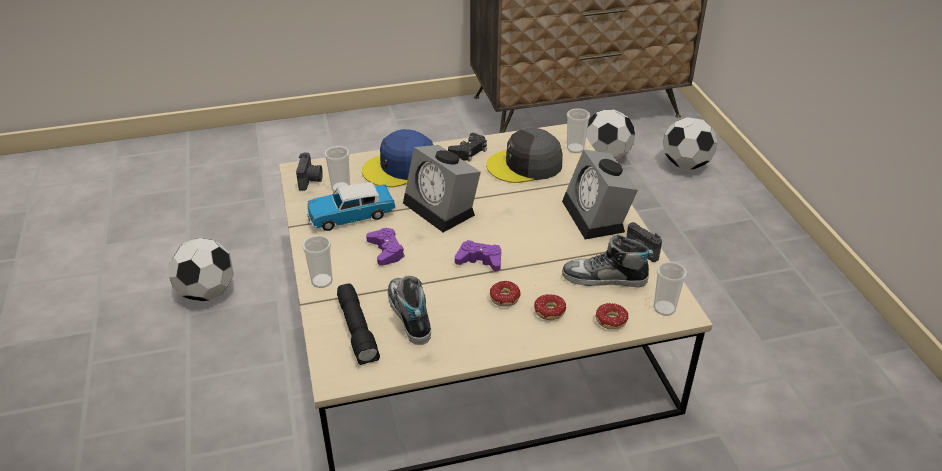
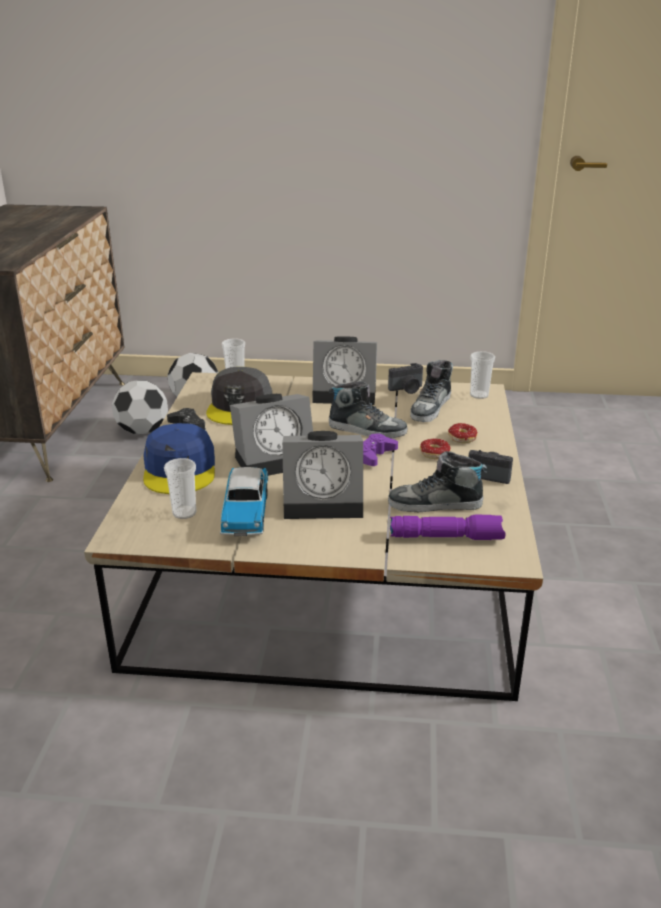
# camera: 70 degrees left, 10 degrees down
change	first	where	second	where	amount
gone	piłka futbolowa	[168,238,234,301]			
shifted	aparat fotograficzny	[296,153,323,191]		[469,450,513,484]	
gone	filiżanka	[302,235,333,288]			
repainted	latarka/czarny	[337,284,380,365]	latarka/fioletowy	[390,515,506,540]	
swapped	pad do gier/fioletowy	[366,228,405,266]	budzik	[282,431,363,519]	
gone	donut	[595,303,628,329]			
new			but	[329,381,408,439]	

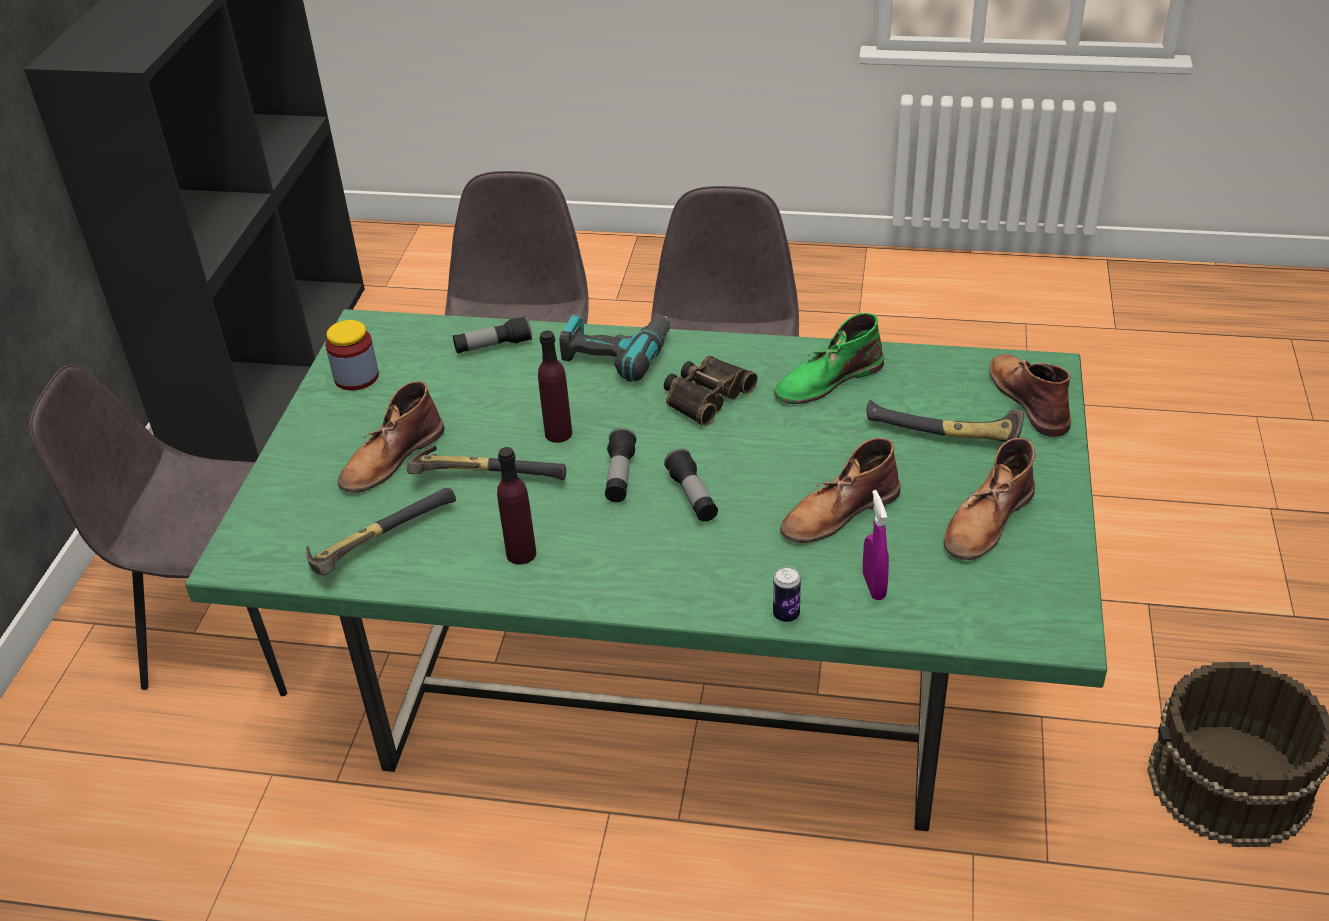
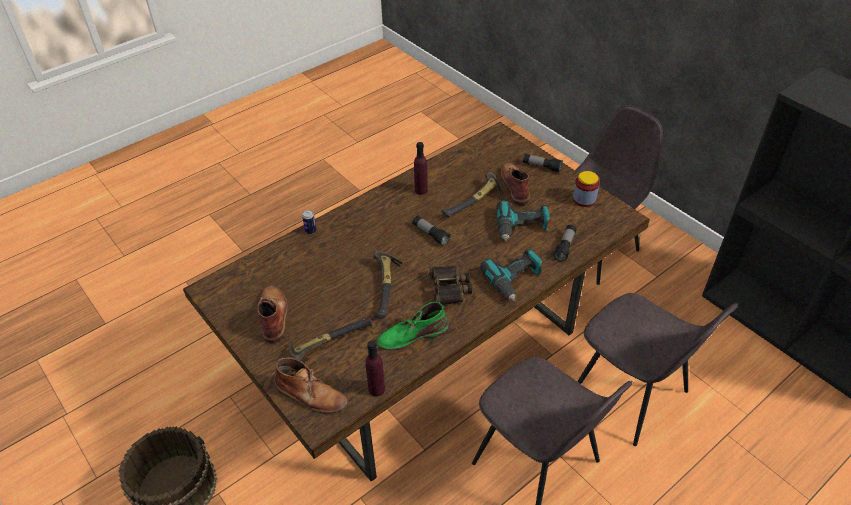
# camera: 130 degrees right, 5 degrees up
change	first	where	second	where	amount
repainted	stół jadalny/zielony	[185,309,1107,831]	stół jadalny/brązowy	[183,122,650,482]	
shifted	młotek	[306,488,456,576]		[373,250,402,319]	
shifted	butelka/fioletowy	[538,331,572,443]		[365,340,385,397]	
shifted	latarka	[664,448,718,522]		[523,153,563,172]	
rotated	but z cholewką/zielony	[774,313,884,404]		[376,302,449,350]	120 degrees counterclockwise
gone	but z cholewką/brązowy	[780,438,901,543]			
gone	spryskiwacz/fioletowy	[863,490,889,600]			
new			wiertarka	[496,200,550,242]	

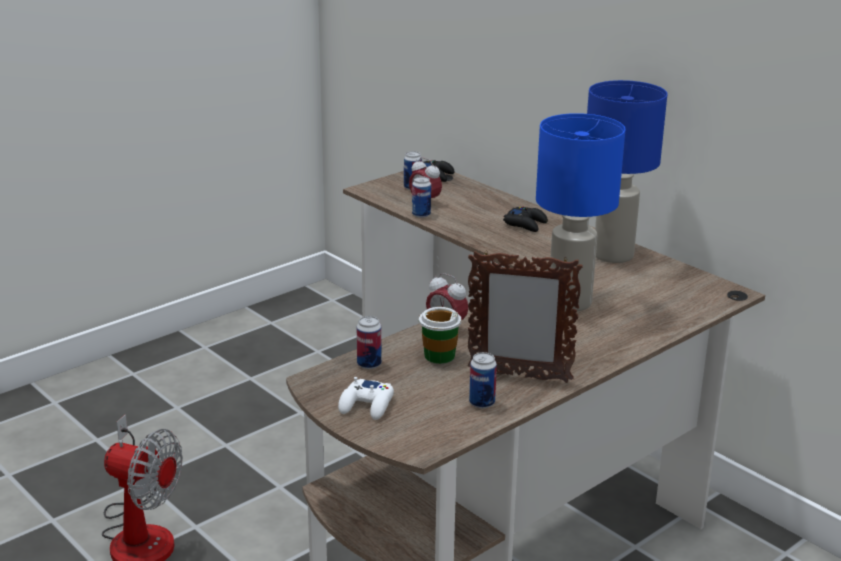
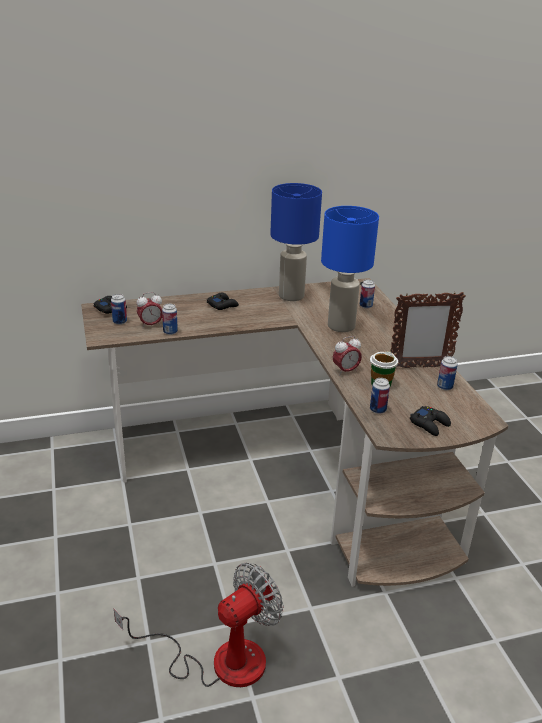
# camera: 65 degrees left, 5 degrees up
change	first	where	second	where	amount
repainted	pad do gier/biały	[338,377,394,420]	pad do gier/czarny	[410,406,451,436]	
rotated	ramka na zdjęcie	[468,250,583,383]		[390,292,466,368]	45 degrees clockwise
new			puszka	[360,280,375,309]	

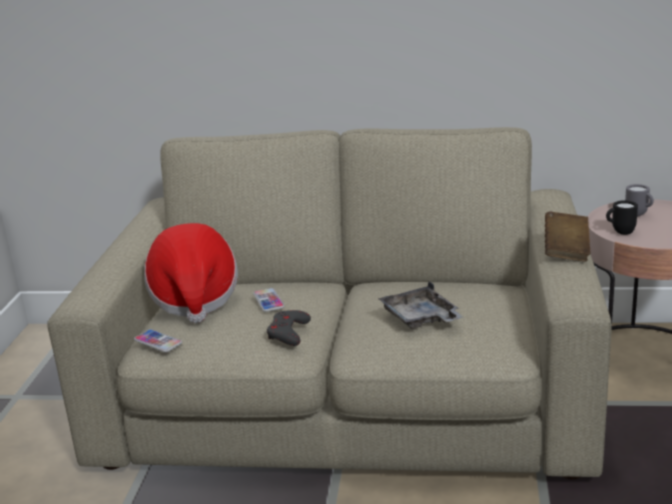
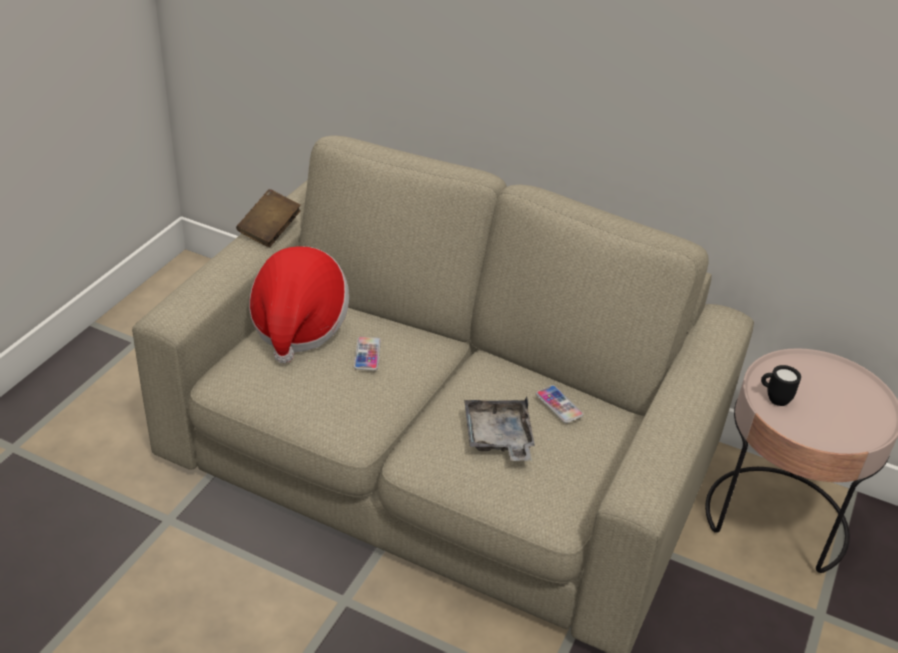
# camera: 15 degrees right, 15 degrees up
change	first	where	second	where	amount
shifted	telefon	[134,329,182,352]		[536,385,583,423]	
gone	pad do gier/szary	[267,310,311,346]			
shifted	książka/brązowy	[545,212,591,261]		[236,189,301,247]	
gone	kubek/szary	[625,184,654,217]			

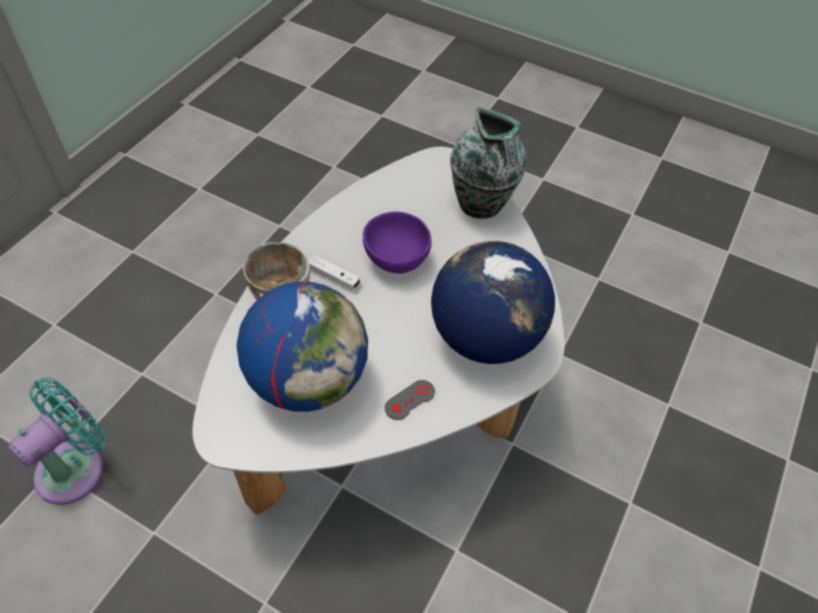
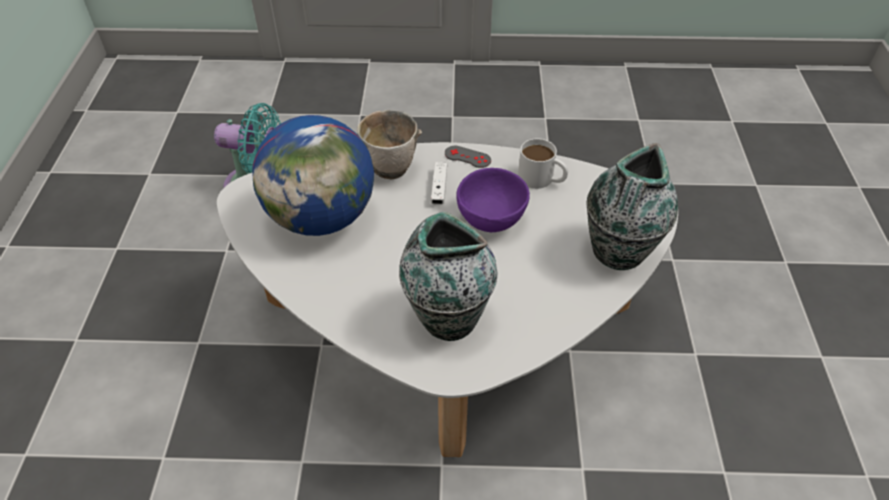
# camera: 65 degrees right, 5 degrees down
change	first	where	second	where	amount
shifted	pad do gier/szary	[385,380,435,420]		[445,146,491,168]	
swapped	globus	[431,241,555,364]	wazon	[399,212,498,341]	
new			kubek/biały	[518,139,568,189]	

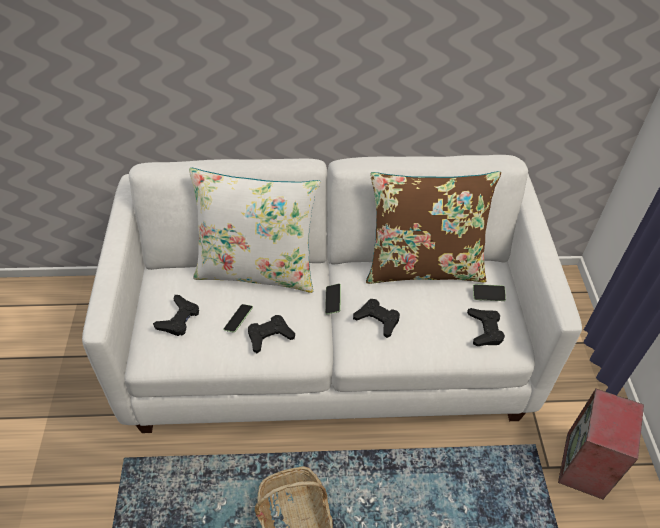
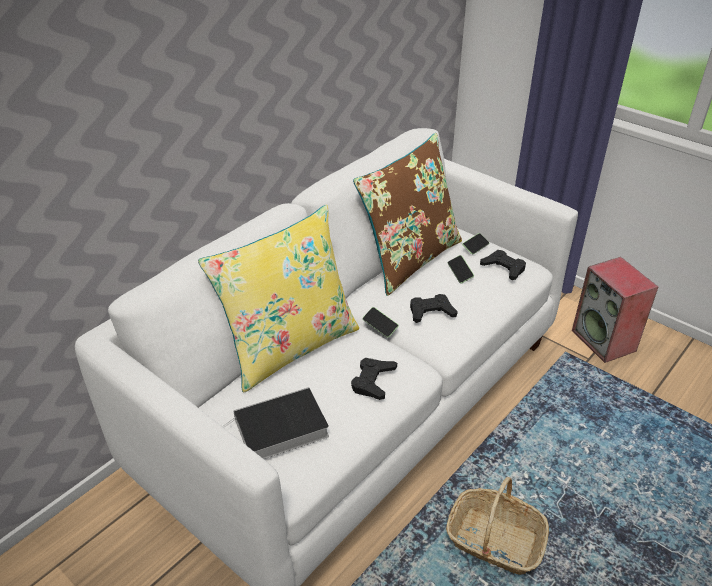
# camera: 45 degrees left, 10 degrees down
change	first	where	second	where	amount
swapped	pad do gier/czarny	[153,295,199,336]	książka	[222,387,329,459]	
repainted	poduszka/biały	[189,168,320,293]	poduszka/żółty	[198,205,359,392]	
shifted	telefon	[223,304,253,333]		[448,255,474,284]	

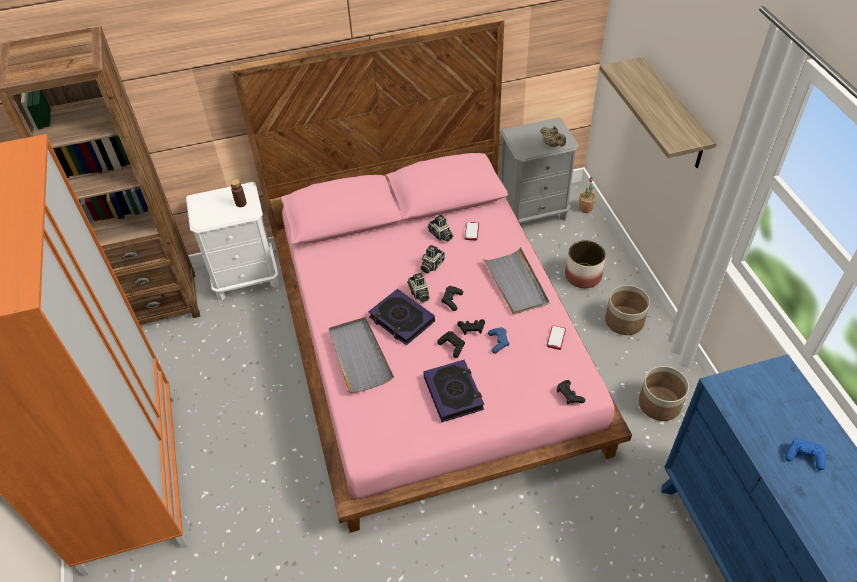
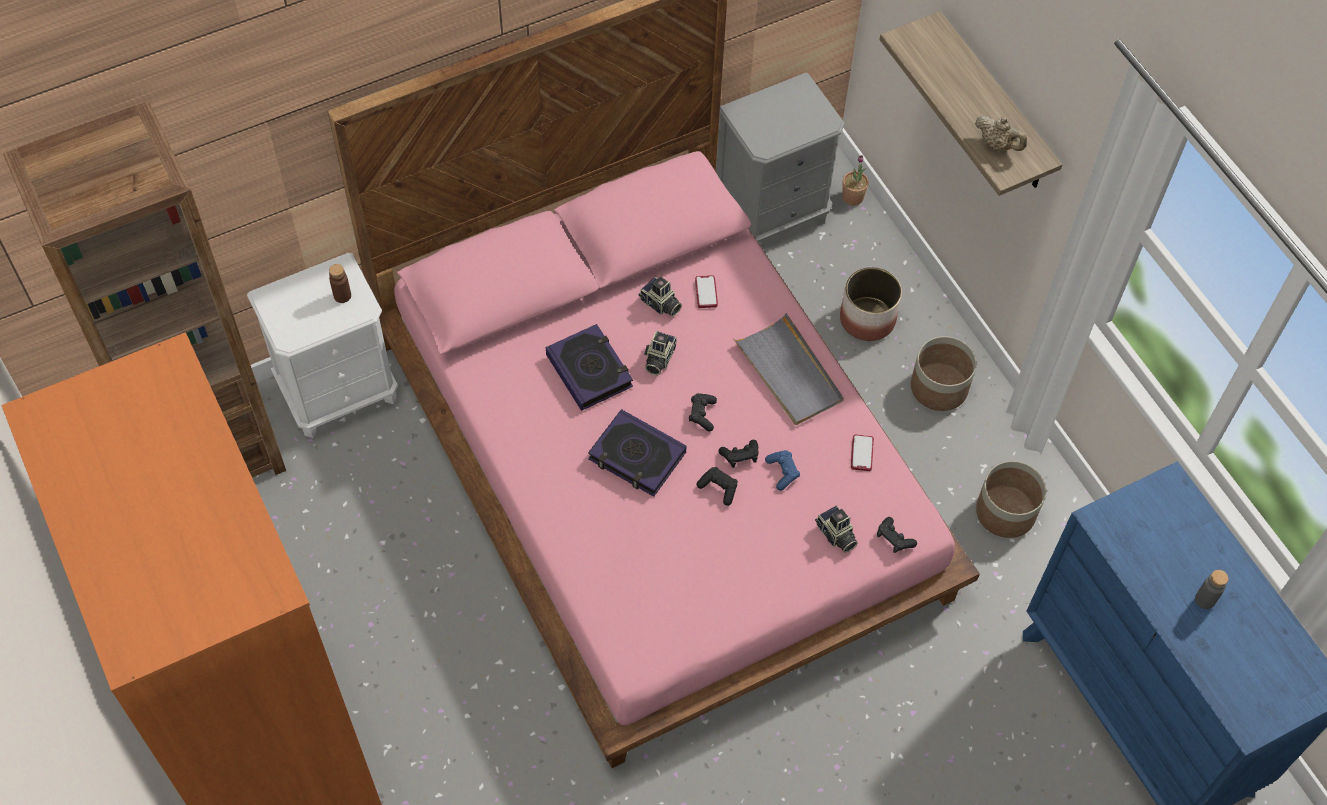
# camera: 15 degrees left, 10 degrees up
change	first	where	second	where	amount
gone	taca/szary	[329,317,394,393]			
shifted	aparat fotograficzny	[407,273,430,303]		[815,505,858,553]	
shifted	książka	[423,360,484,422]		[546,324,633,411]	
shifted	imbryk/beżowy	[540,126,566,147]		[975,116,1027,151]	
swapped	pad do gier/niebieski	[785,438,825,470]	butelka/szary	[1195,570,1229,609]	

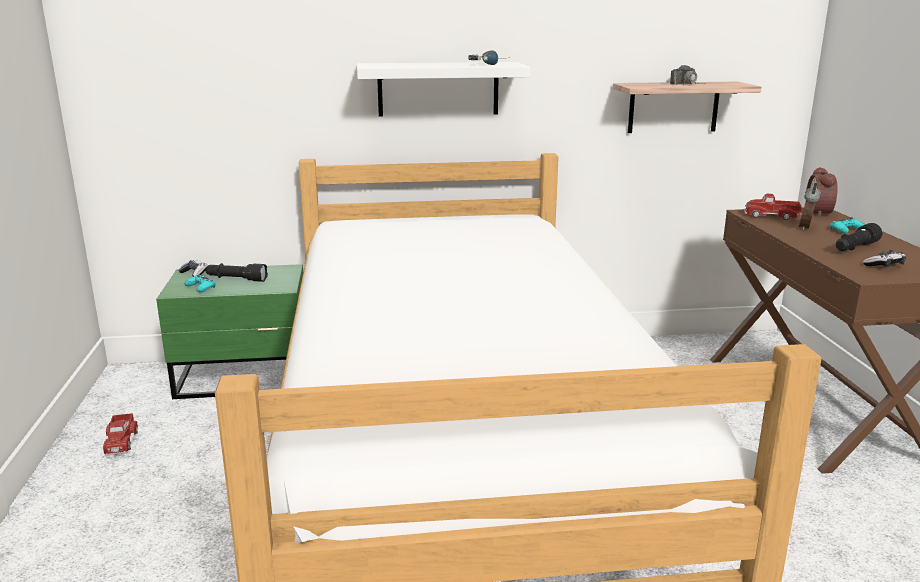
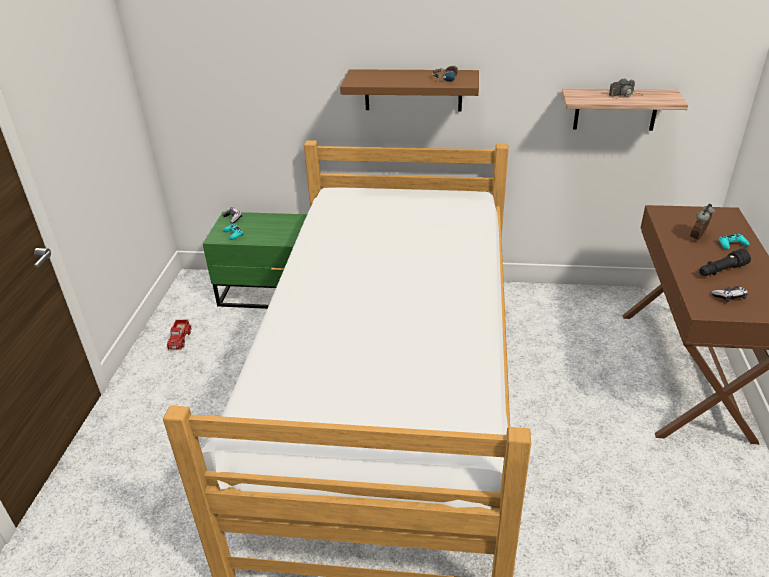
# camera: 15 degrees right, 15 degrees up
change	first	where	second	where	amount
gone	latarka/czarny	[205,263,268,282]			
repainted	półka/biały	[357,62,530,117]	półka/brązowy	[340,69,479,111]	
gone	ciężarówka zabawkowa	[744,194,802,220]			
gone	budzik	[806,167,838,217]			

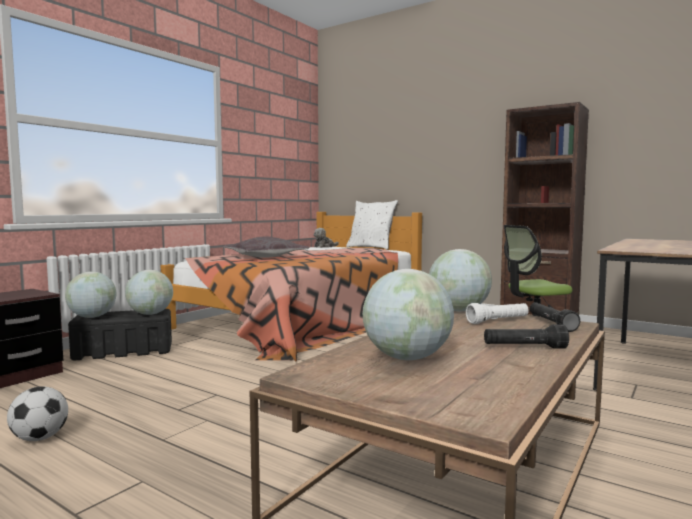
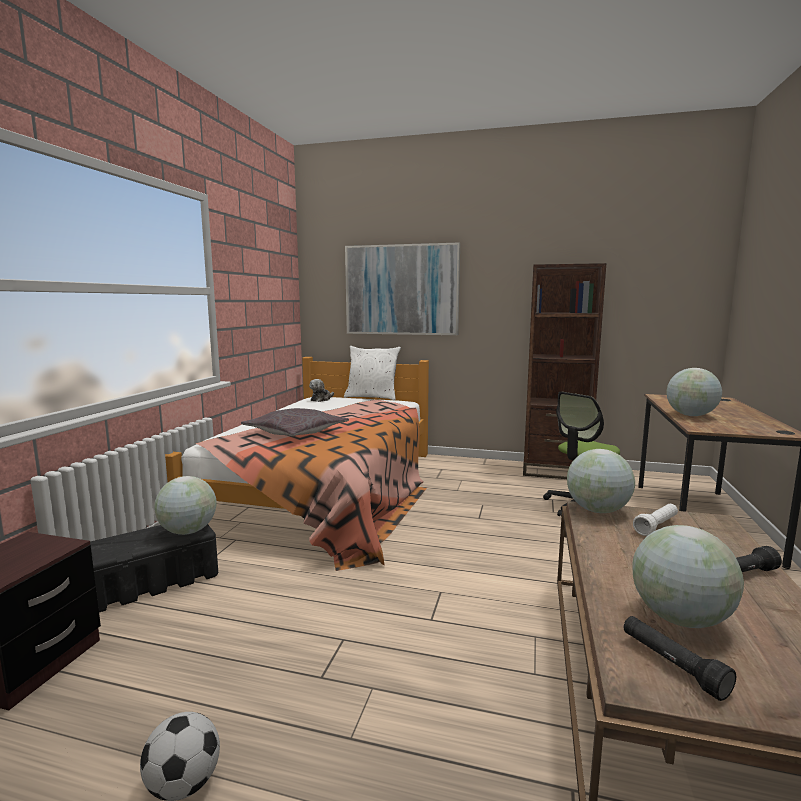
# camera: 20 degrees left, 5 degrees up
change	first	where	second	where	amount
shifted	globus	[65,272,116,318]		[667,368,722,416]	
shifted	latarka/czarny	[530,302,580,332]		[624,616,736,701]	
new			obraz	[345,243,460,335]	

